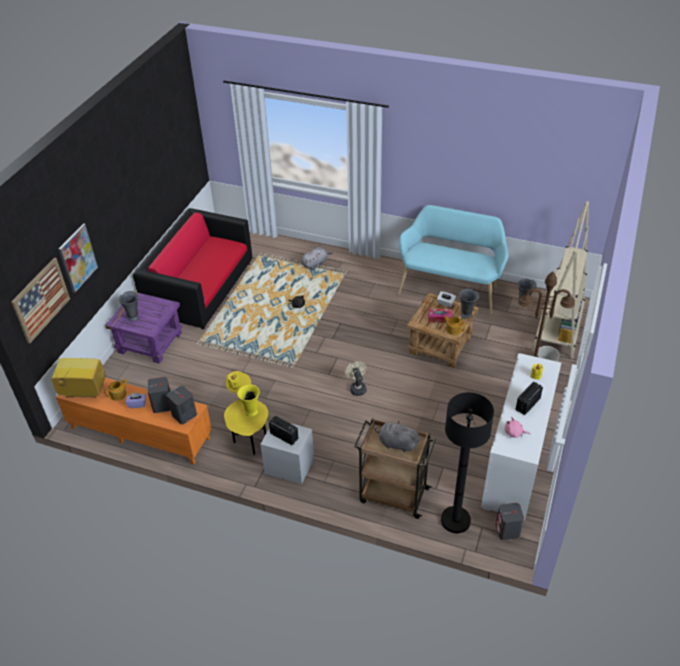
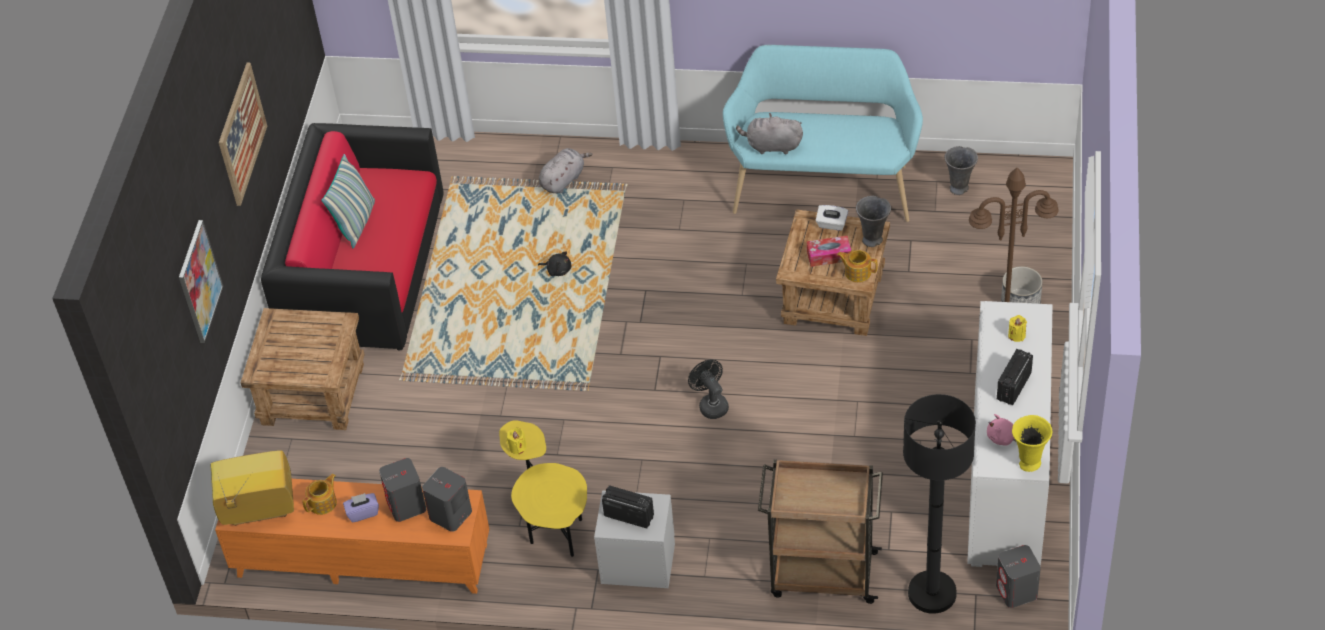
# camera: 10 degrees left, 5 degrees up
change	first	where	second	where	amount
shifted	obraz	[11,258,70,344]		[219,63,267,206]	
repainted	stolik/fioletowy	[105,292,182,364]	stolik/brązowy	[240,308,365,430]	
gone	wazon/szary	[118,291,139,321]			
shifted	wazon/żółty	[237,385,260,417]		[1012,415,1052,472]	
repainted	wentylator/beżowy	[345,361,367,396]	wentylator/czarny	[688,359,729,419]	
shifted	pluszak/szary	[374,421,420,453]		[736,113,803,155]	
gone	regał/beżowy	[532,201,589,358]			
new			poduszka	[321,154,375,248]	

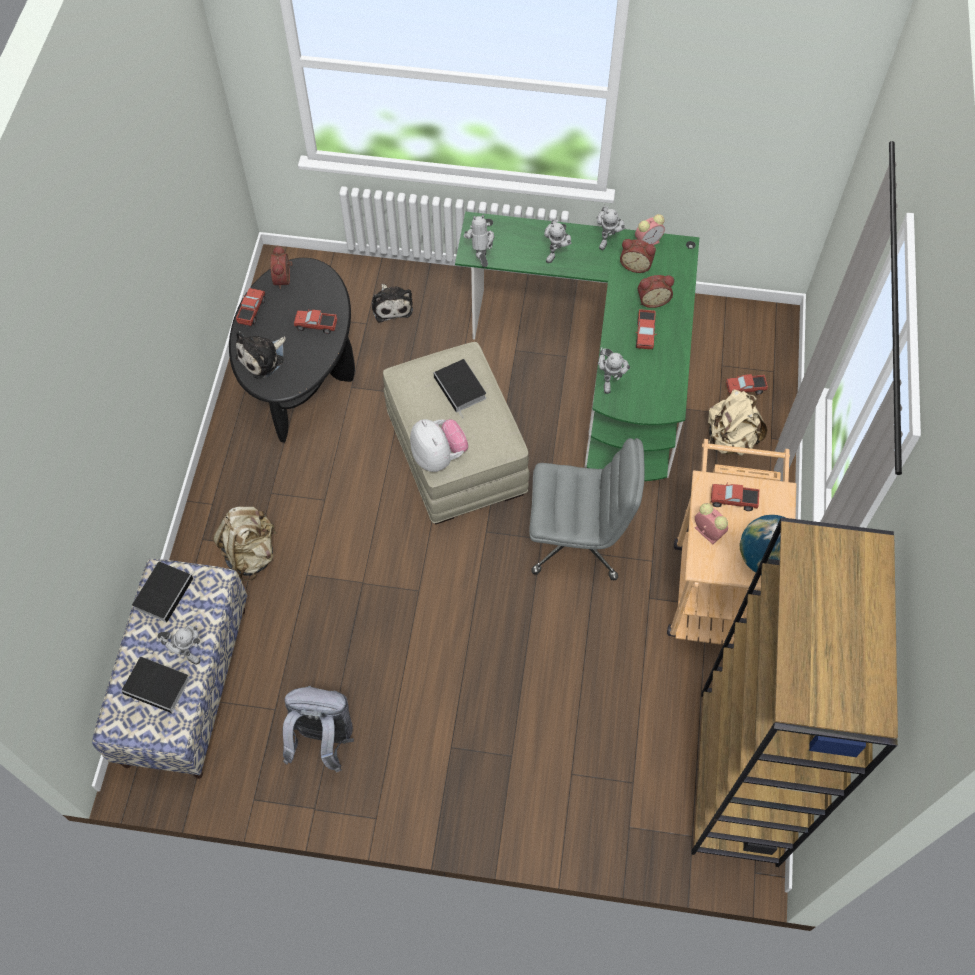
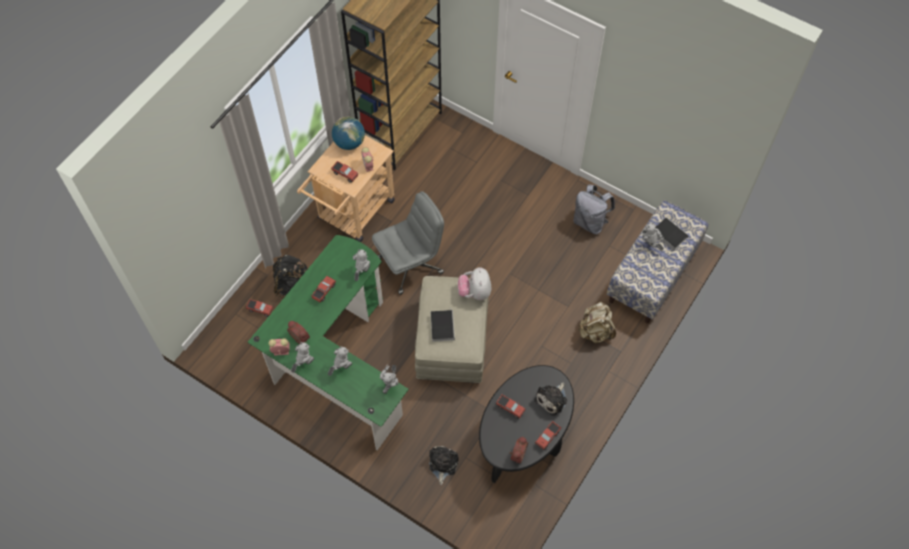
# camera: 155 degrees left, 0 degrees up
change	first	where	second	where	amount
gone	książka	[132,562,196,623]			
rotated	pluszak	[236,331,286,379]		[534,382,567,416]	150 degrees clockwise
rotated	krzesło biurowe/szary	[529,438,645,580]		[372,191,444,295]	120 degrees clockwise
gone	budzik	[638,275,674,308]			
repainted	plecak/beżowy	[708,389,767,456]	plecak/czarny	[273,255,307,298]	

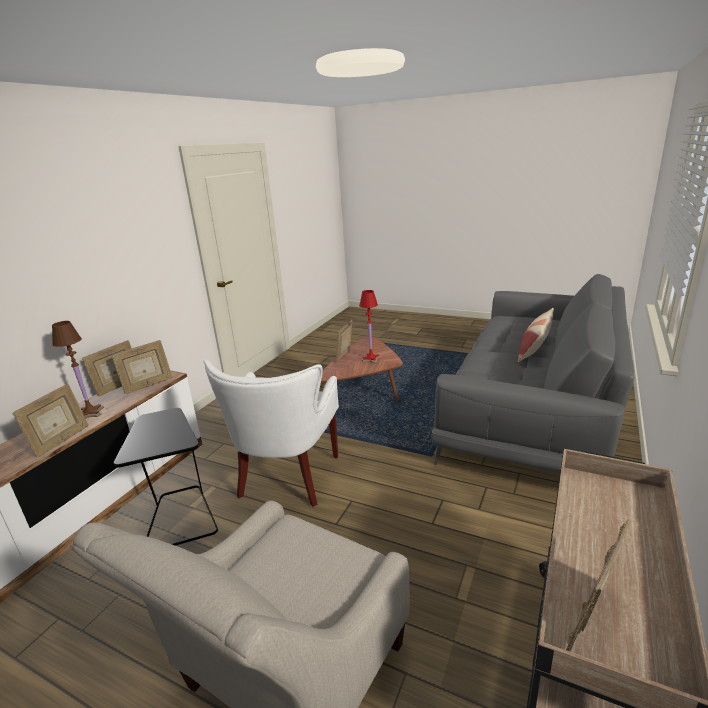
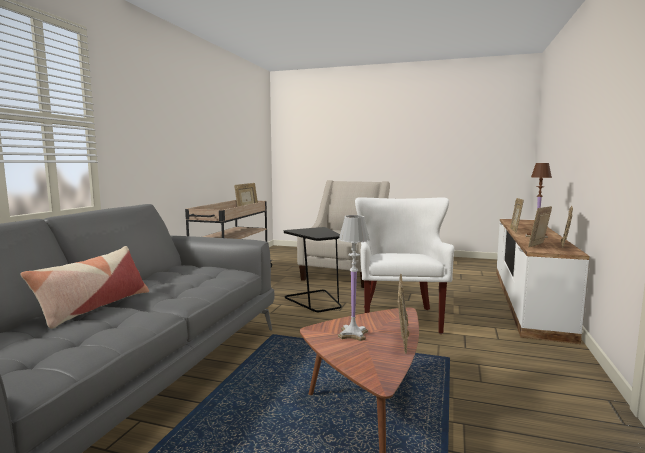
# camera: 170 degrees right, 15 degrees down
change	first	where	second	where	amount
shifted	stolik/czarny	[114,408,218,546]		[284,227,342,312]	
repainted	lampa stołowa/czerwony	[359,290,381,363]	lampa stołowa/biały	[338,215,370,341]	

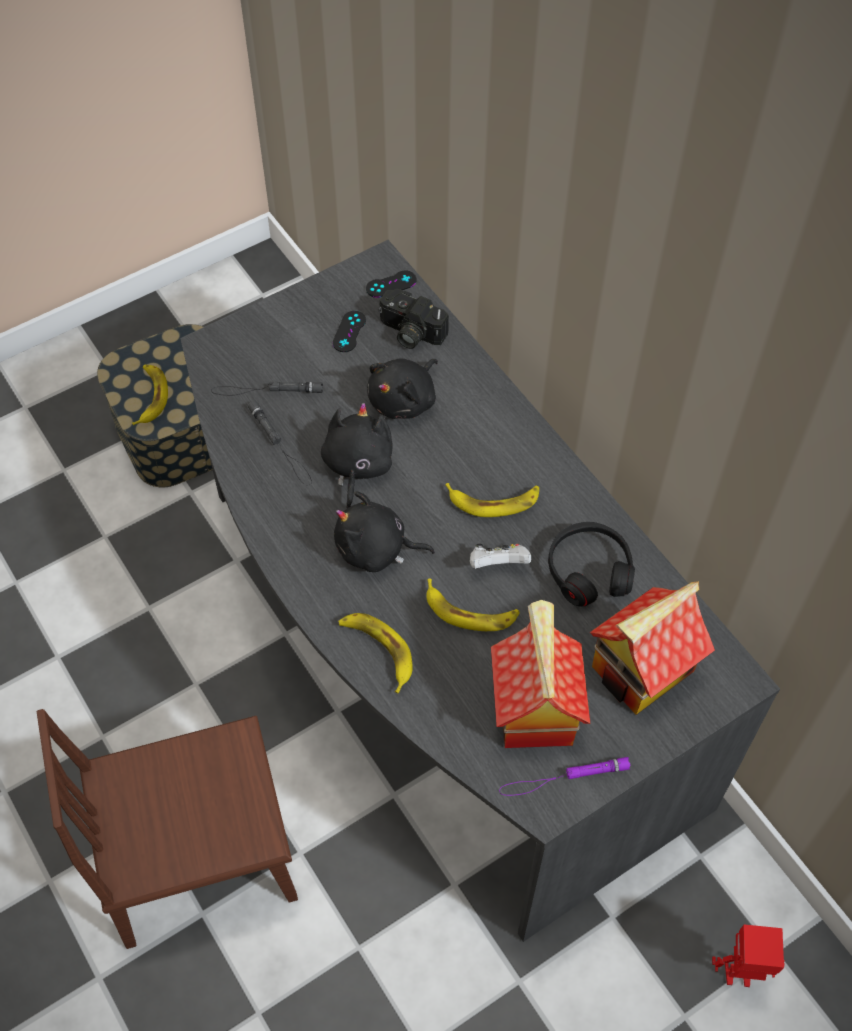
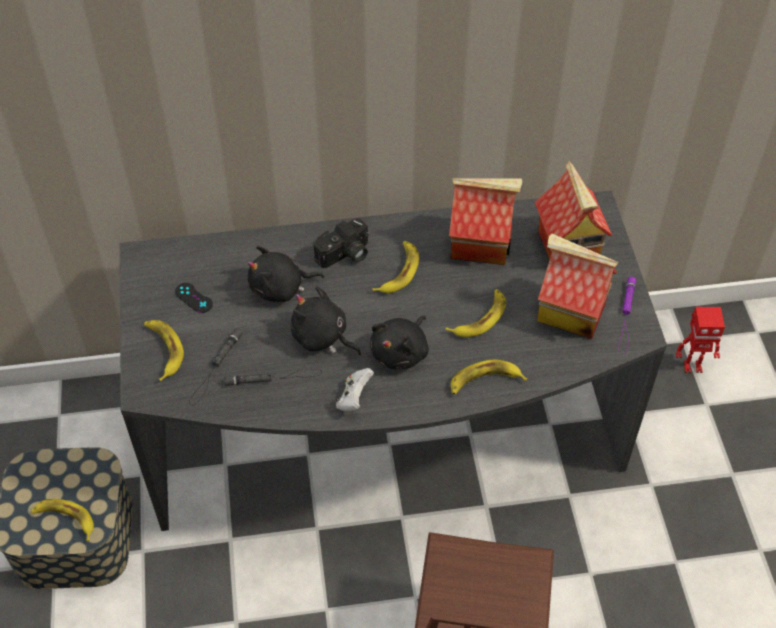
# camera: 65 degrees left, 5 degrees down
change	first	where	second	where	amount
gone	pad do gier/czarny	[366,271,416,298]			
rotated	pluszak/czarny	[367,359,438,419]		[248,246,324,302]	105 degrees clockwise
shifted	aparat fotograficzny	[378,289,449,349]		[314,218,369,268]	
shifted	pad do gier/biały	[470,544,531,569]		[335,368,374,411]	
swapped	słuchawki/czarny	[548,522,635,607]	domek	[449,179,522,265]	
rotated	robot zabawkowy	[712,924,785,987]		[676,307,725,373]	120 degrees counterclockwise
new			banan	[144,320,184,381]	

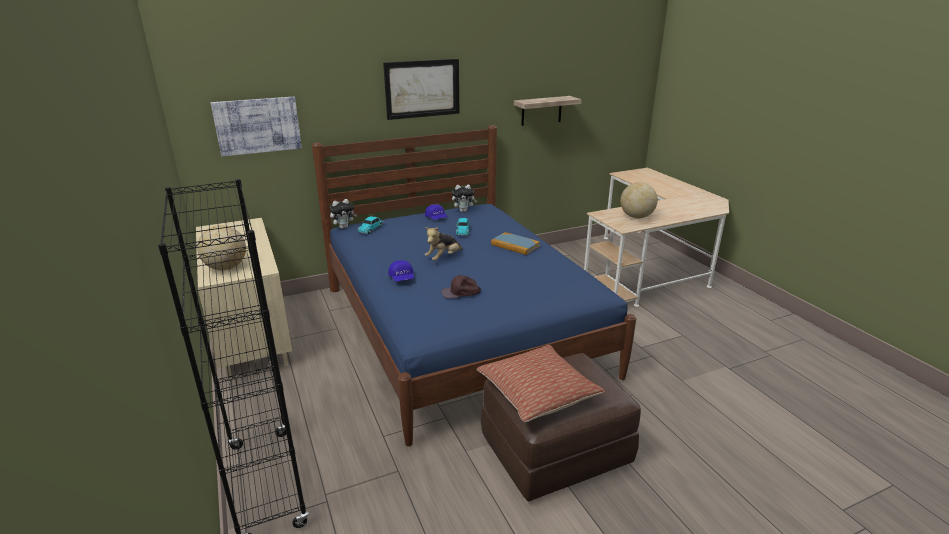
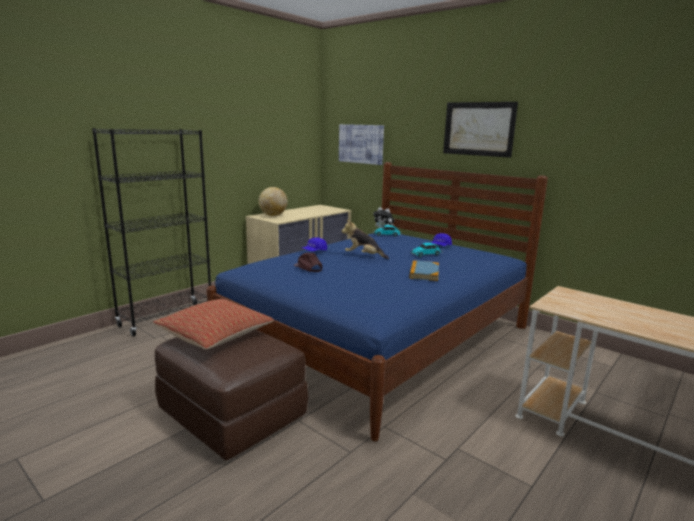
# camera: 65 degrees right, 10 degrees down
change	first	where	second	where	amount
gone	pluszak	[452,185,478,212]			
gone	półka	[514,96,582,126]			
gone	globus	[620,182,658,219]			

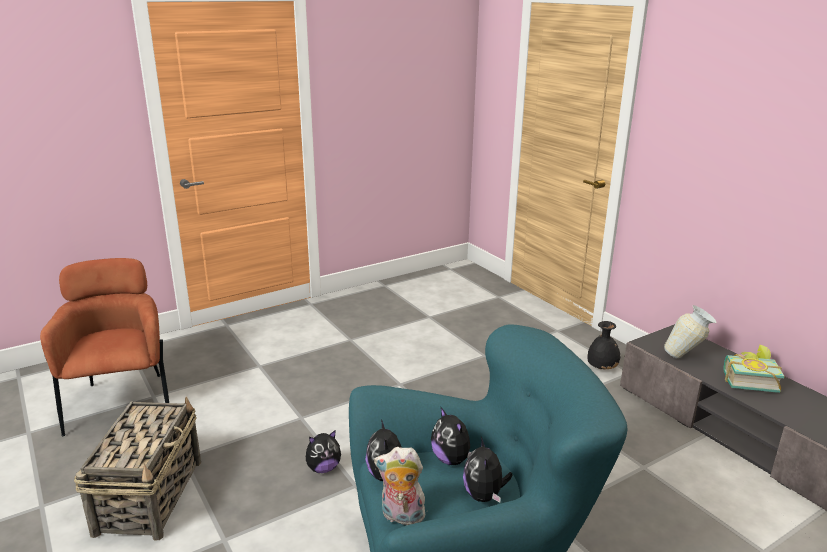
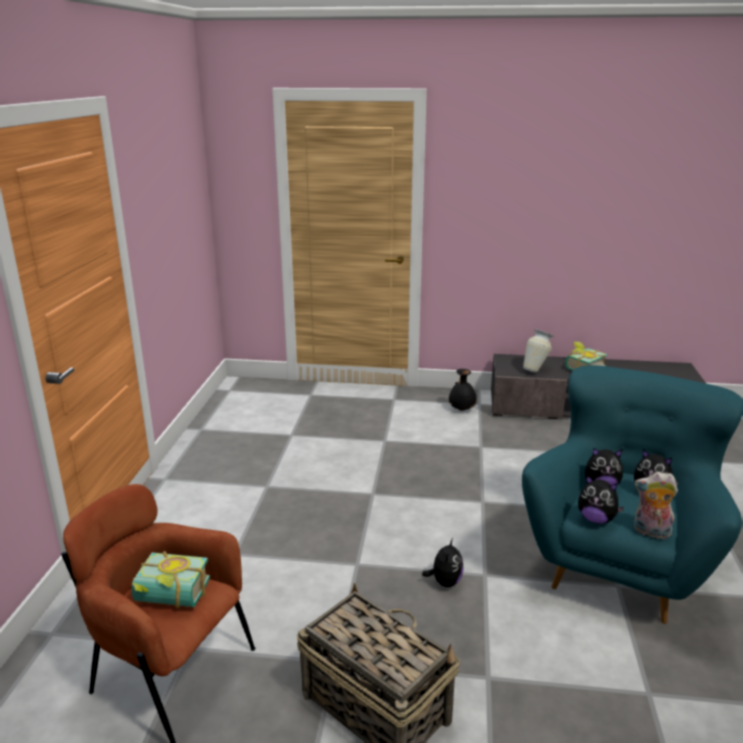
# camera: 50 degrees left, 0 degrees up
change	first	where	second	where	amount
rotated	pluszak	[374,447,425,525]		[634,472,678,539]	60 degrees clockwise
new			książka	[132,551,210,608]	

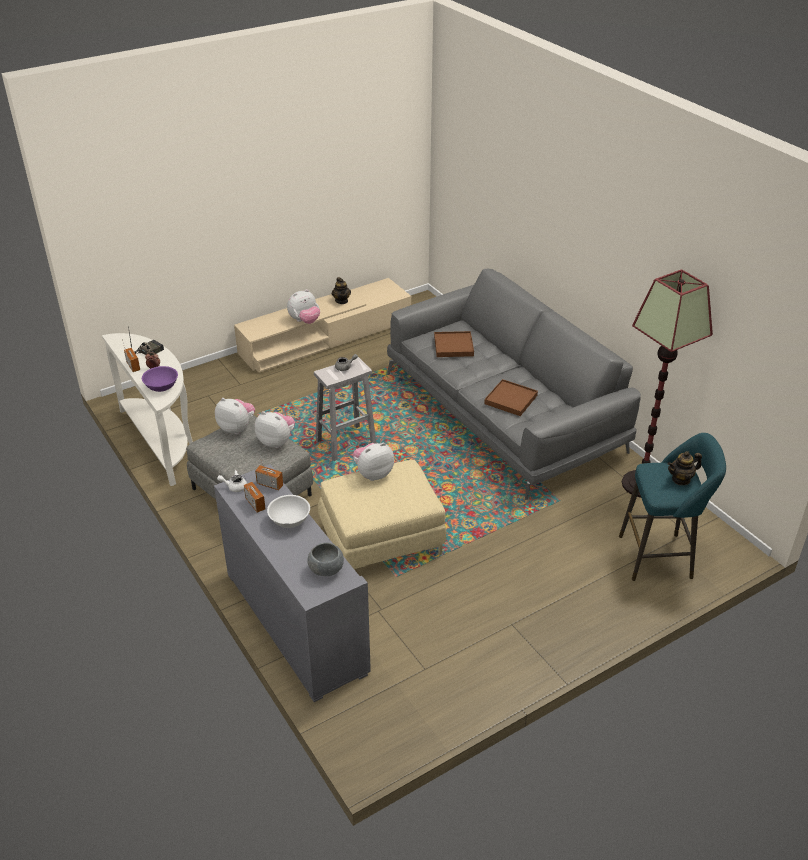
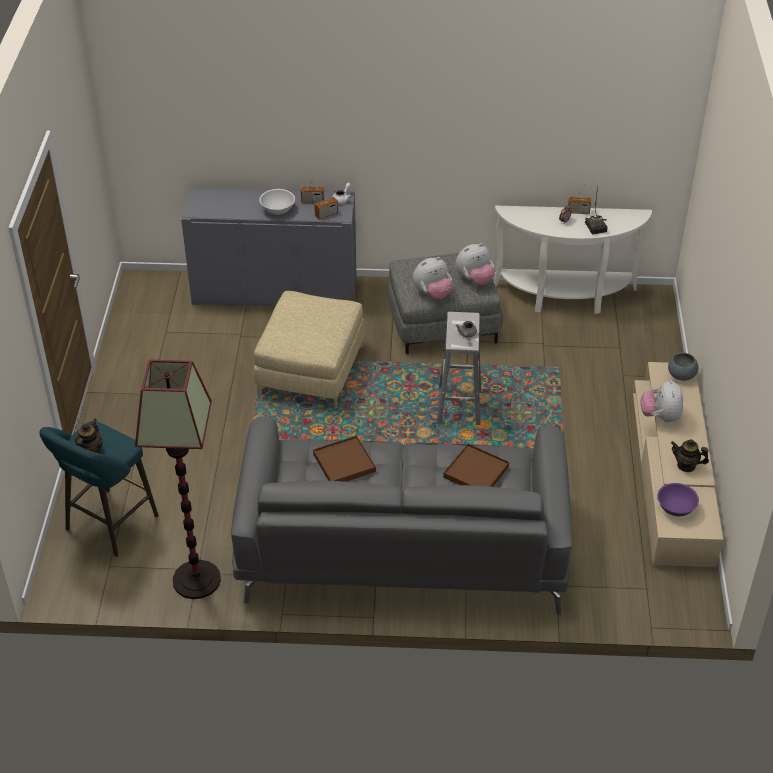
# camera: 125 degrees right, 5 degrees up
change	first	where	second	where	amount
shifted	miska/fioletowy	[142,366,178,392]		[657,483,699,516]	
shifted	miska/szary	[307,543,344,576]		[668,353,699,381]	
gone	pluszak	[353,442,394,481]			

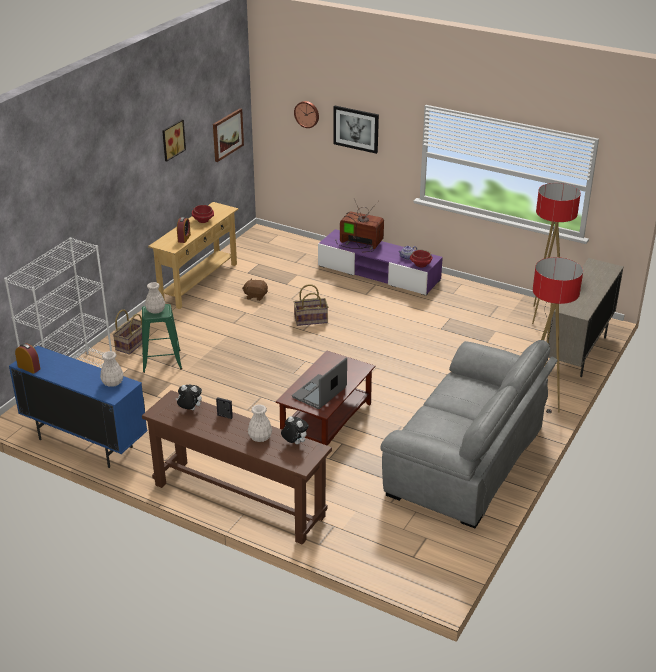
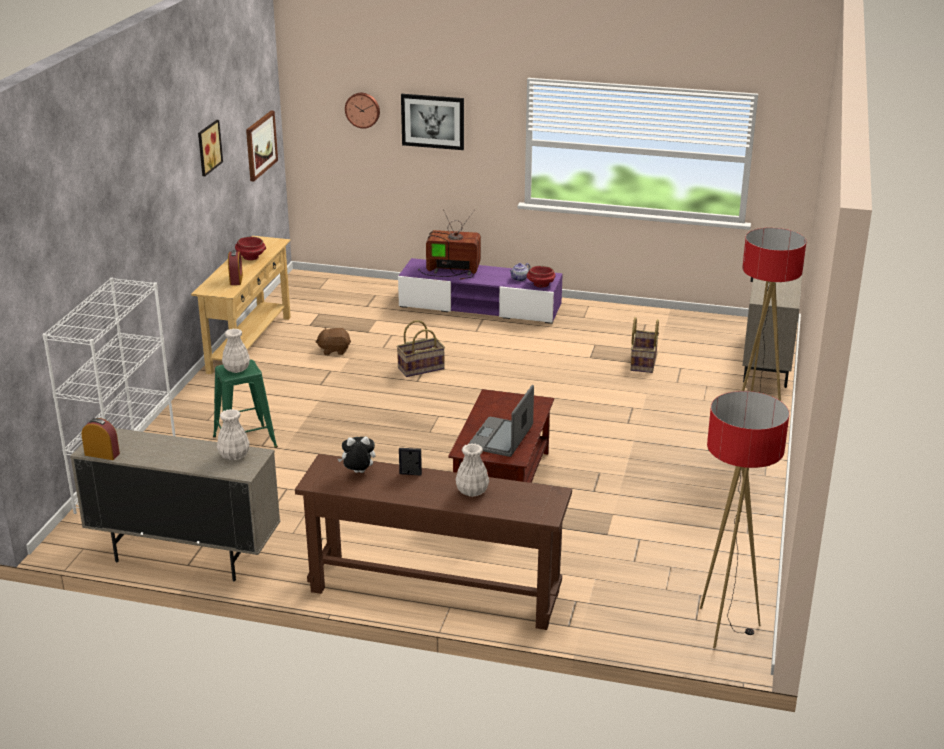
# camera: 15 degrees left, 5 degrees down
change	first	where	second	where	amount
repainted	szafka/niebieski	[9,345,147,468]	szafka/beżowy	[70,428,280,581]	
shifted	koszyk	[113,309,142,355]		[630,317,659,373]	
gone	pluszak	[281,416,309,444]			
gone	kanapa/szary	[380,340,558,528]			
shifted	lampa stojąca	[532,183,581,324]		[700,391,789,648]	

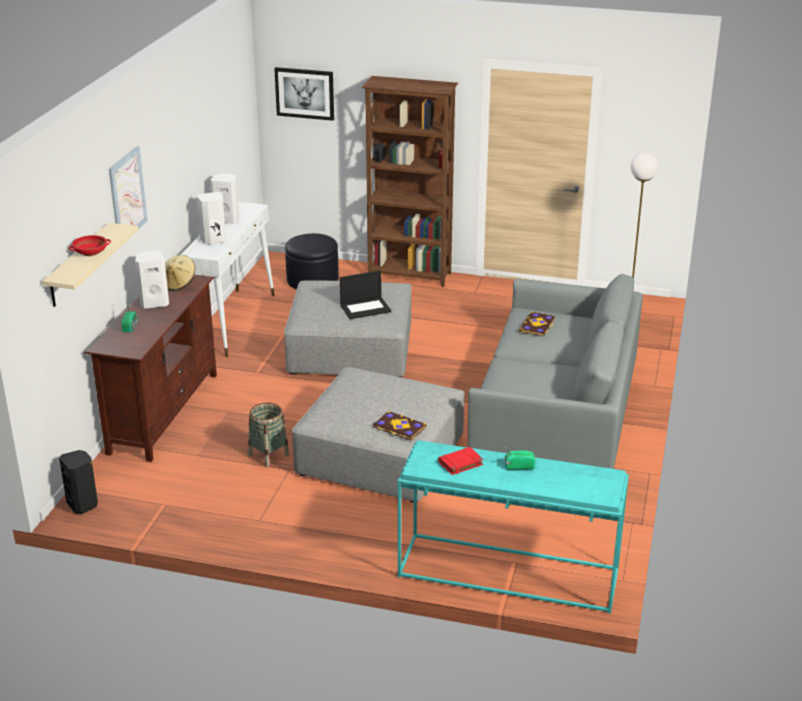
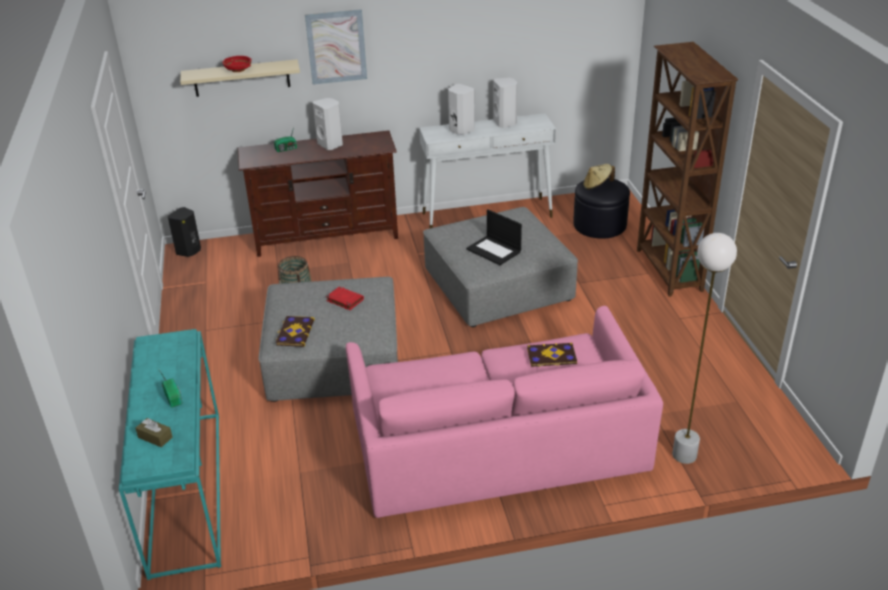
# camera: 65 degrees right, 5 degrees up
change	first	where	second	where	amount
shifted	kapelusz/beżowy	[165,255,195,291]		[583,164,615,190]	
gone	obraz	[274,67,334,121]			
shifted	książka/czerwony	[438,447,484,475]		[326,287,364,310]	
repainted	kanapa/szary	[468,274,643,469]	kanapa/różowy	[346,306,663,518]	
new			pudełko chusteczek/brązowy	[135,418,173,447]	

